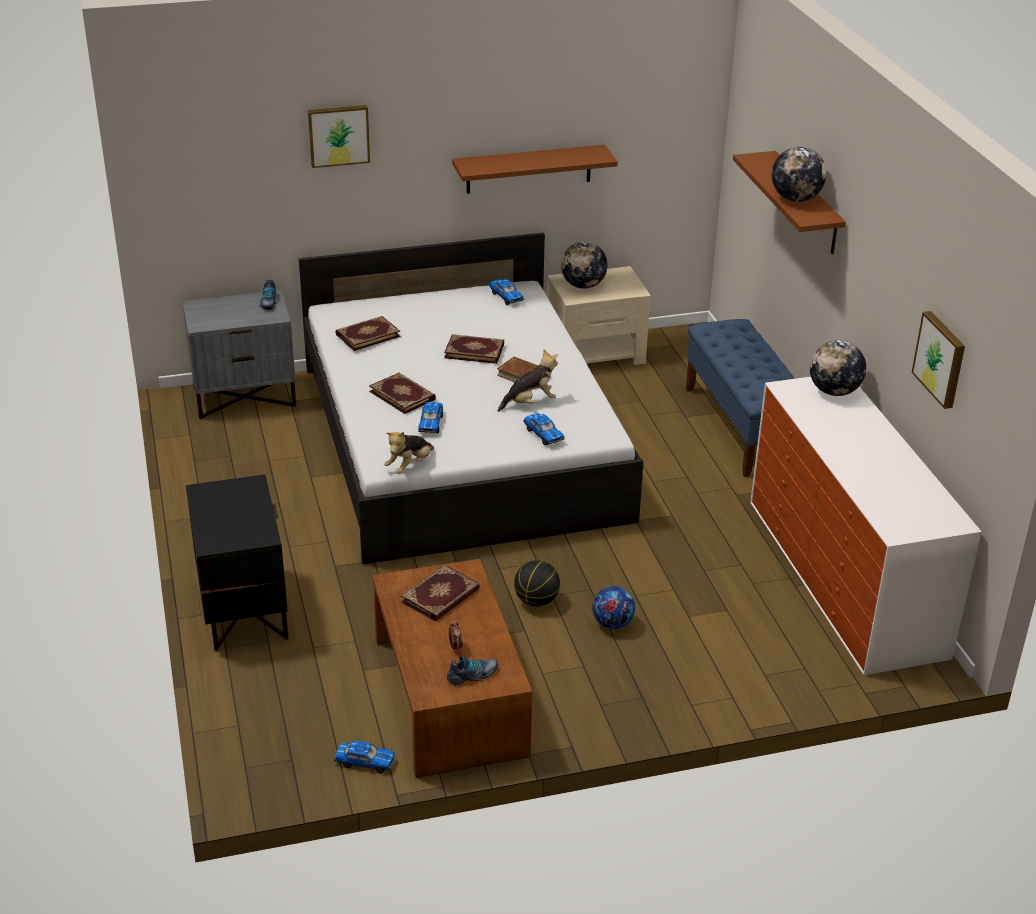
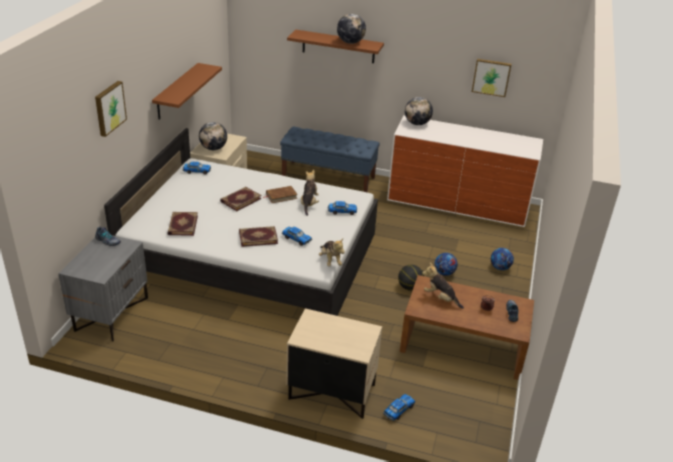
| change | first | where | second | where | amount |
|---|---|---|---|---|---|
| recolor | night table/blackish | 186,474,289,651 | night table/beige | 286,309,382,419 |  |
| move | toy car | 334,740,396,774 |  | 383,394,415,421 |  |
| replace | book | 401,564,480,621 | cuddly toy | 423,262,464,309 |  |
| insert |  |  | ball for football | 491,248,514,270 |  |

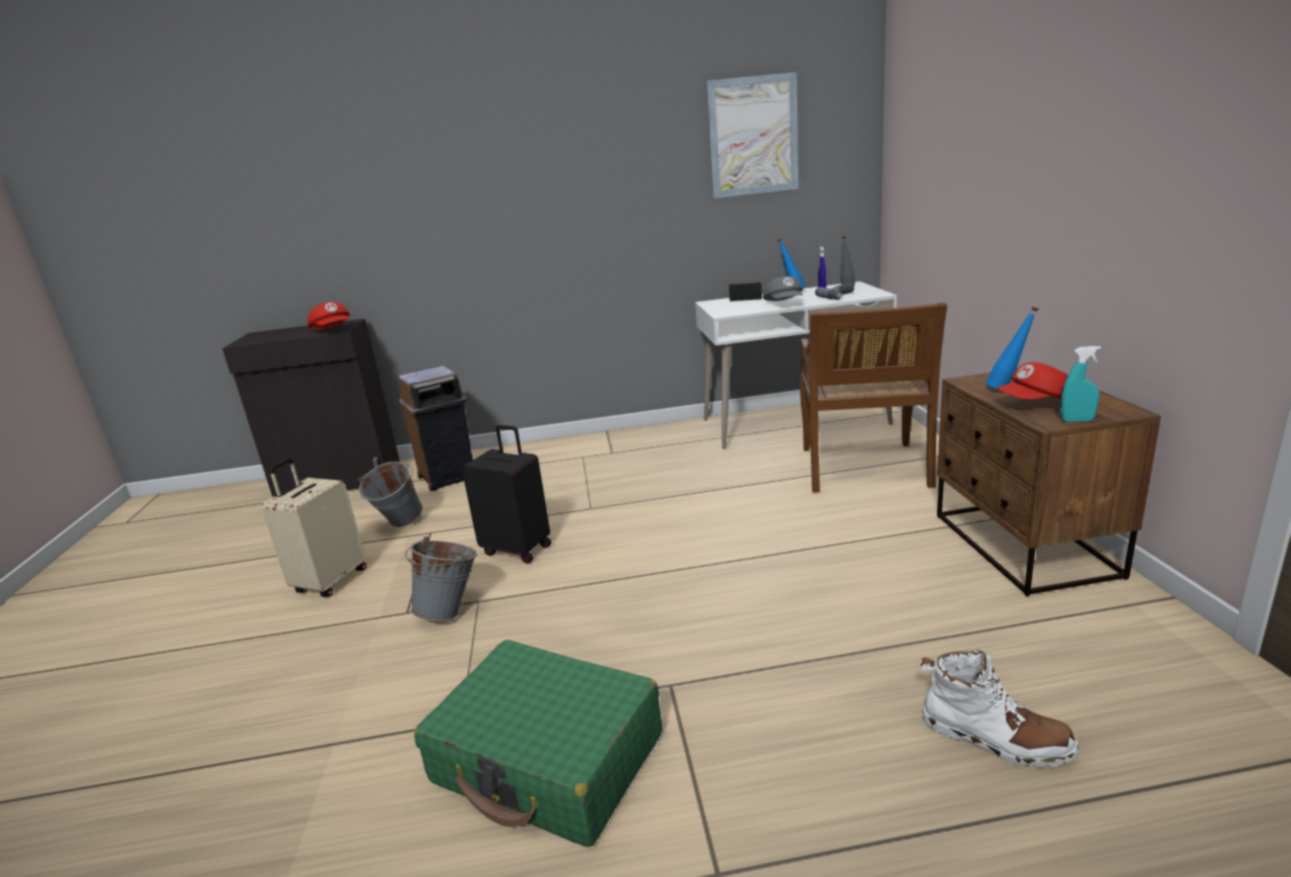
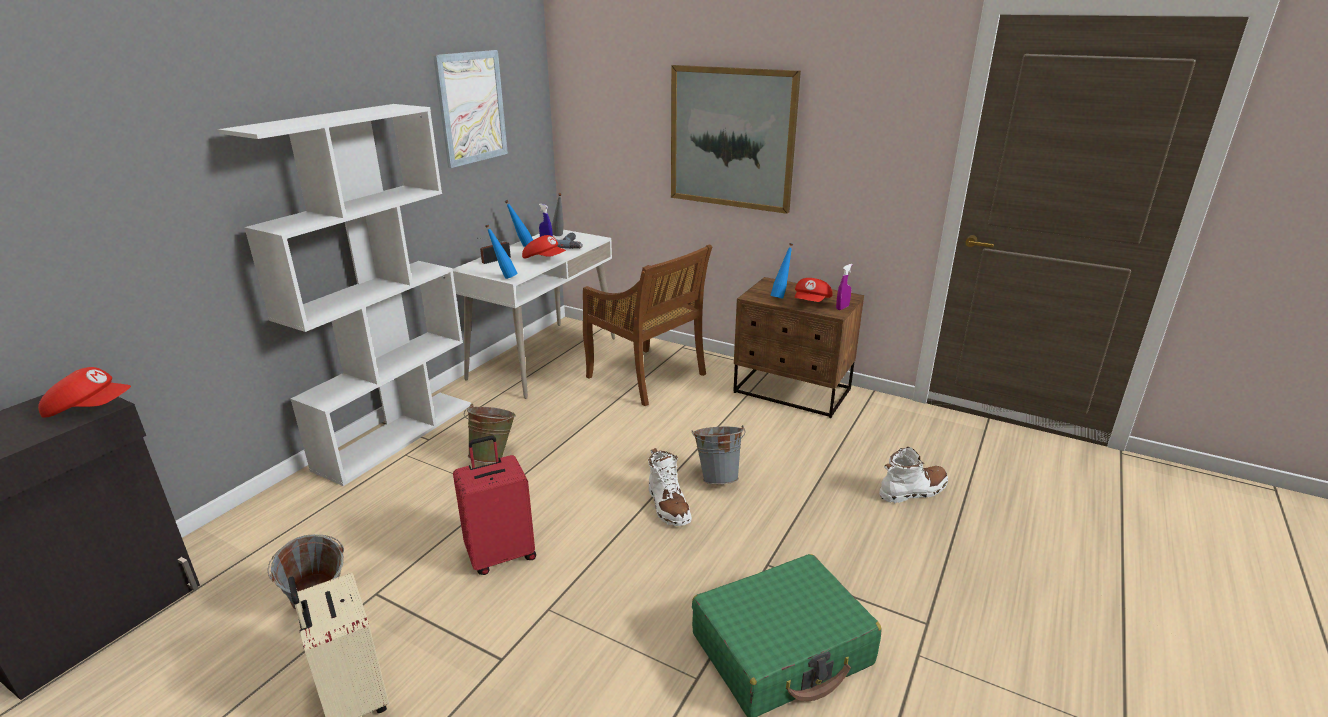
| change | first | where | second | where | amount |
|---|---|---|---|---|---|
| delete | rubbish bin/brown | 397,366,473,491 |  |  |  |
| move | pail/greyish | 405,536,477,621 |  | 692,425,746,484 |  |
| recolor | suitcase/blackish | 462,425,551,564 | suitcase/red | 453,435,536,575 |  |
| recolor | baseball cap/greyish | 763,276,803,301 | baseball cap/red | 522,235,566,259 |  |
| recolor | sprayer/turquoise-coloured | 1060,346,1101,422 | sprayer/purplish | 836,264,853,310 |  |
| insert |  |  | bookcase/white | 218,104,471,486 |  |
| insert |  |  | pail/green | 464,404,516,463 |  |
| insert |  |  | bottle/blue | 485,224,517,279 |  |
| insert |  |  | boot/white | 648,448,692,526 |  |
| insert |  |  | wall art | 671,65,801,214 |  |

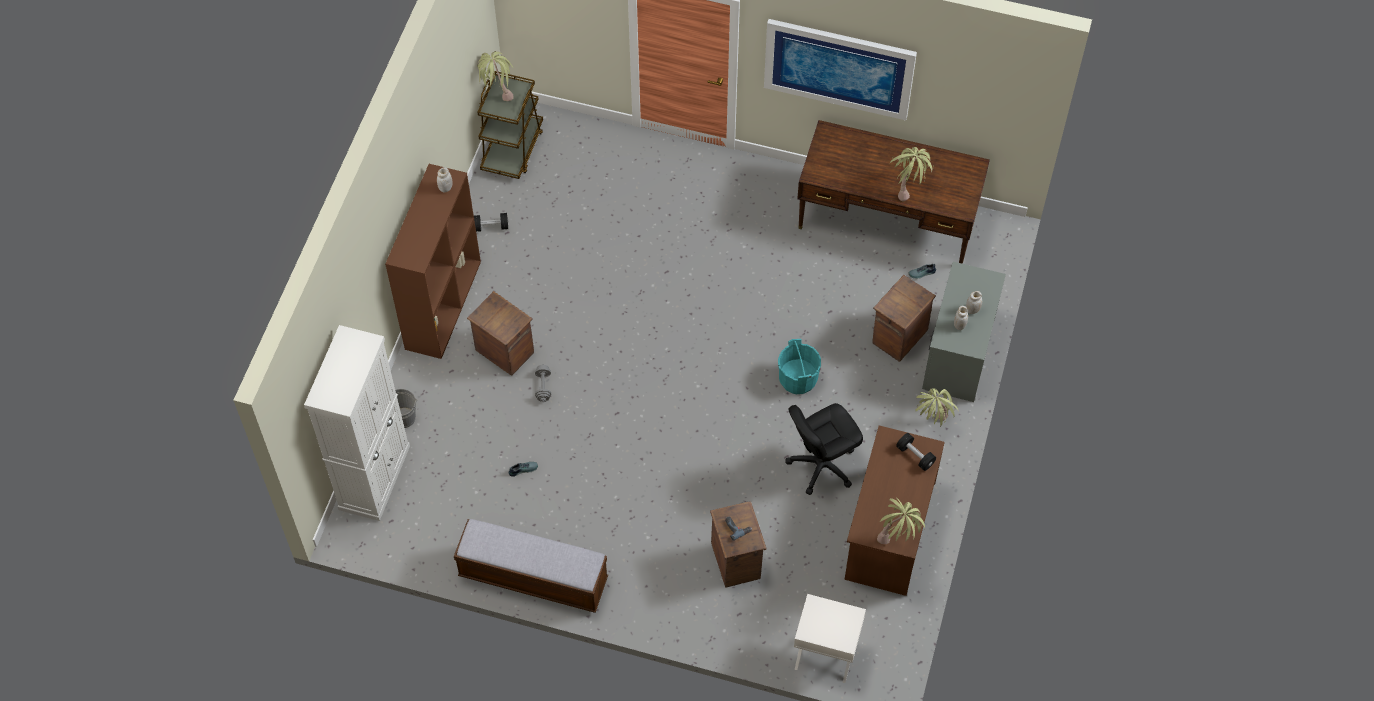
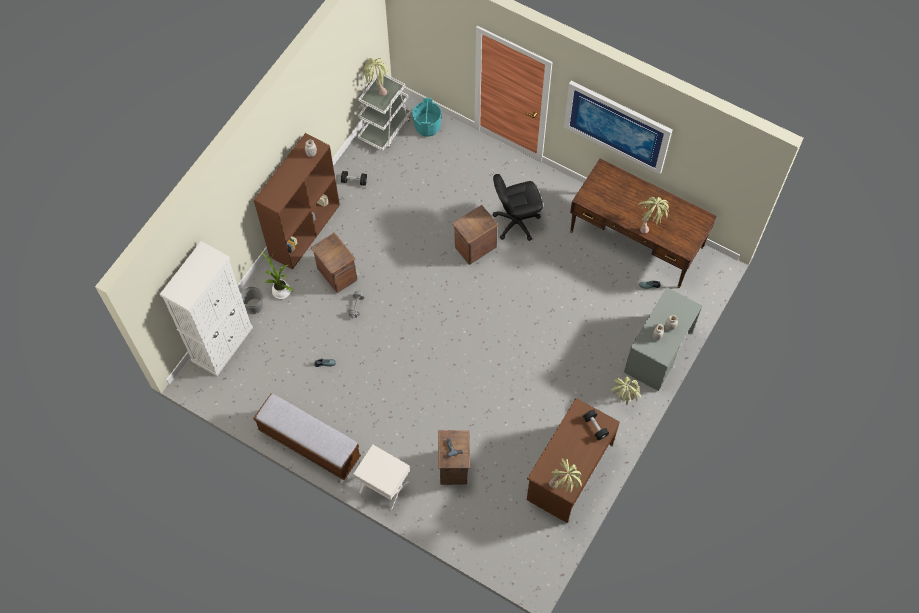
| change | first | where | second | where | amount |
|---|---|---|---|---|---|
| recolor | wheeled cart/brown | 477,71,543,179 | wheeled cart/white | 358,73,412,151 |  |
| move | pail/turquoise-coloured | 778,339,821,394 |  | 412,98,442,137 |  |
| move | desk chair/blackish | 785,403,863,495 |  | 493,174,543,241 |  |
| move | night table/white | 794,594,866,683 |  | 353,445,410,511 |  |
| move | shipping crate | 872,275,936,362 |  | 452,205,499,265 |  |
| insert |  |  | potted plant | 260,251,293,299 |  |

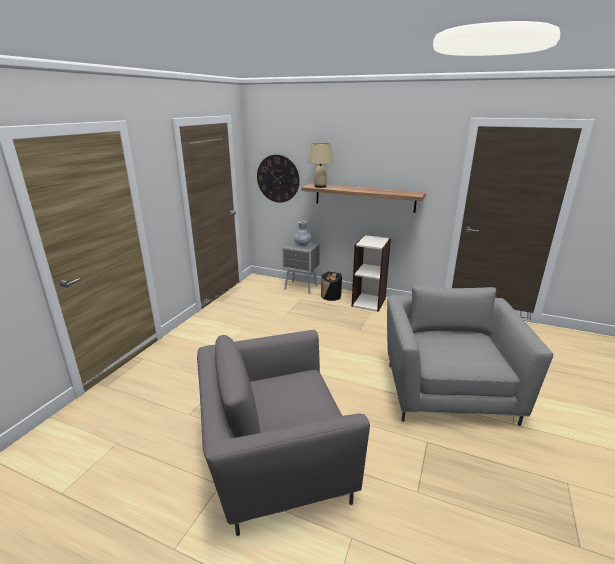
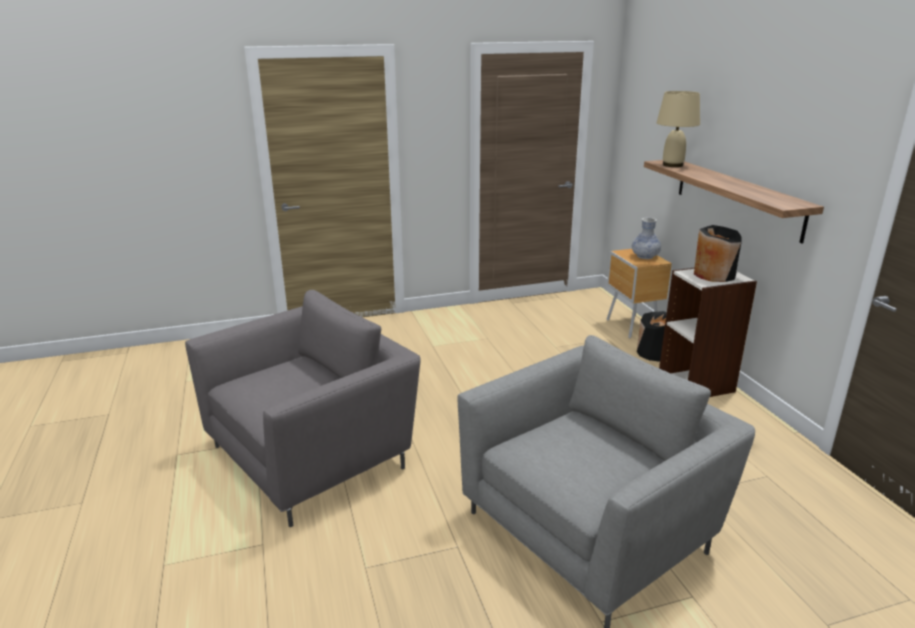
| change | first | where | second | where | amount |
|---|---|---|---|---|---|
| rotate | easy chair/greyish | 197,330,370,536 |  | 185,290,420,527 | 105 degrees clockwise |
| delete | clock on the wall | 257,154,300,203 |  |  |  |
| recolor | night table/greyish | 282,240,320,294 | night table/brown | 607,249,672,338 |  |
| insert |  |  | decorative vase/blackish | 694,225,742,282 |  |

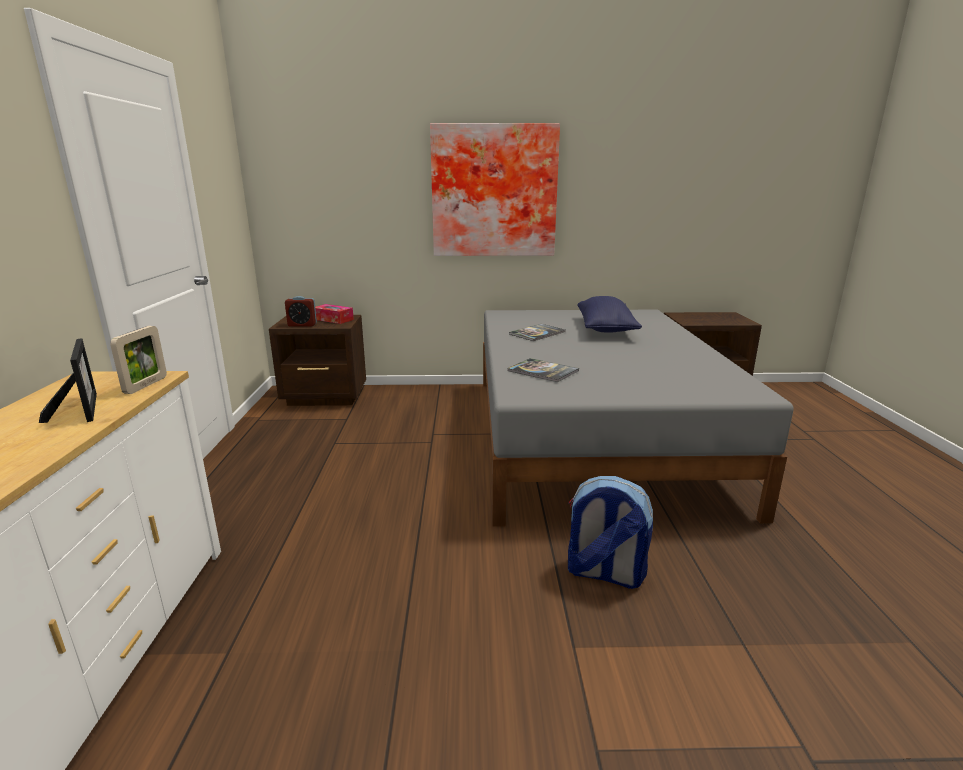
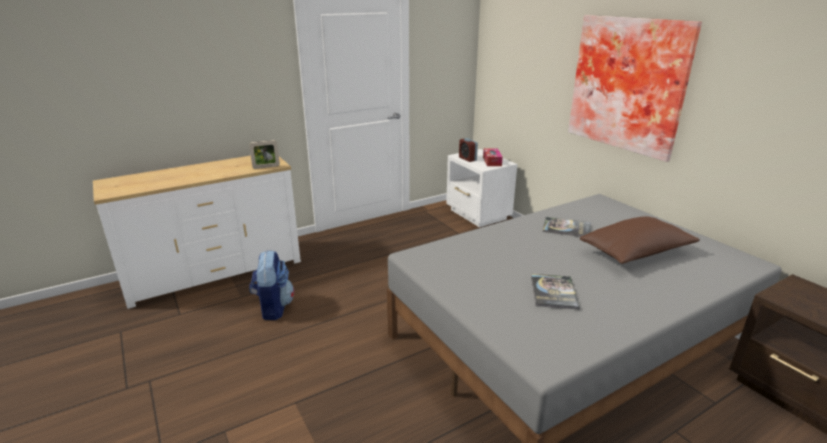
| change | first | where | second | where | amount |
|---|---|---|---|---|---|
| delete | picture frame | 39,338,97,423 |  |  |  |
| recolor | night table/brown | 269,315,366,406 | night table/white | 446,149,517,227 |  |
| move | book | 508,358,579,382 |  | 531,274,580,309 |  |
| move | backpack | 568,476,653,589 |  | 250,251,294,320 |  |
| recolor | throw pillow/blue | 577,296,642,333 | throw pillow/brown | 580,216,700,264 |  |

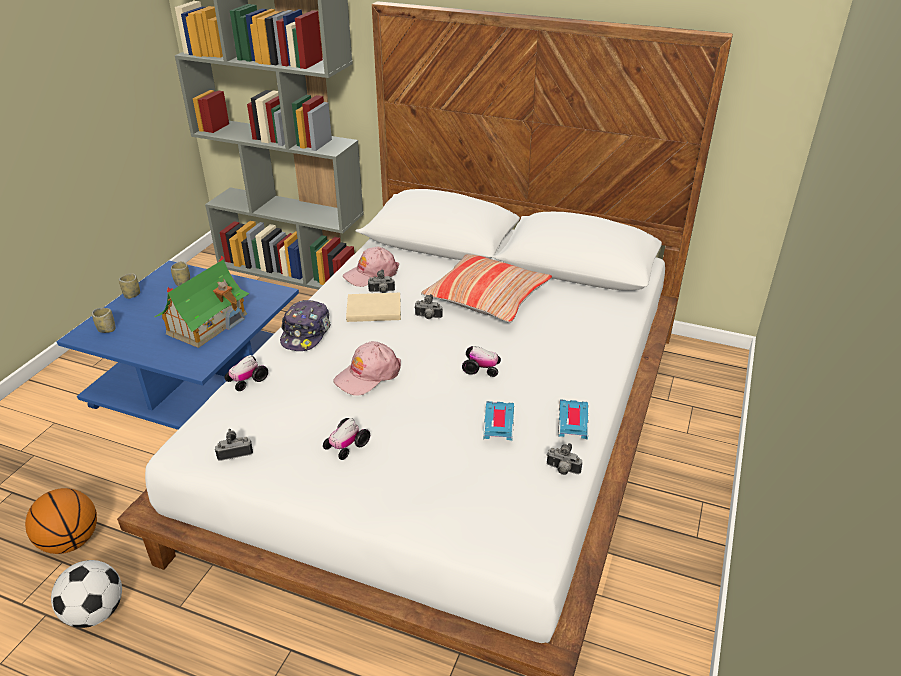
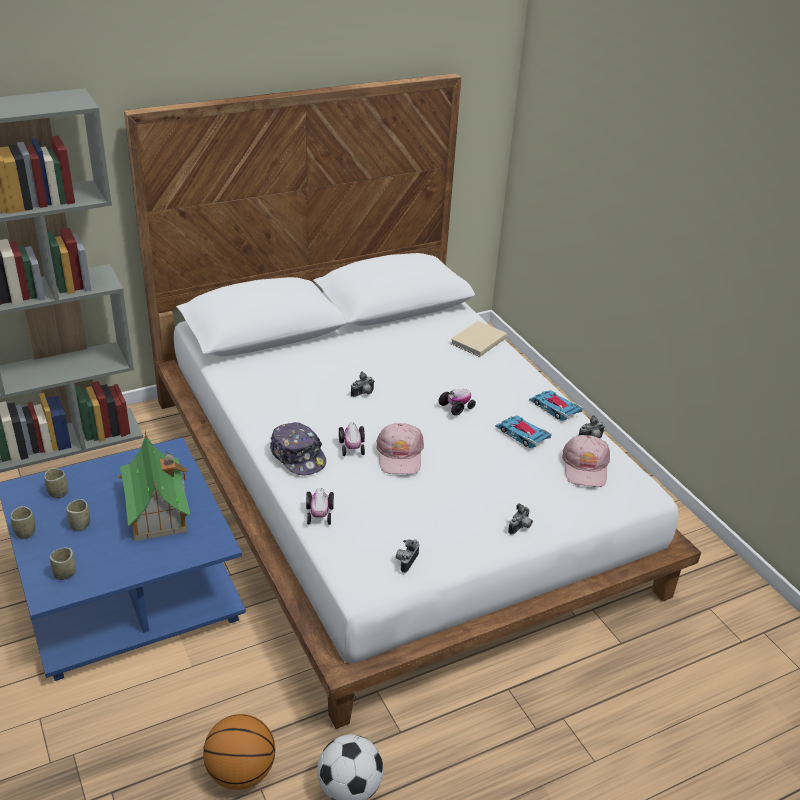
| change | first | where | second | where | amount |
|---|---|---|---|---|---|
| move | toy car | 323,418,370,460 |  | 339,422,365,456 |  |
| move | baseball cap/pink | 343,247,399,287 |  | 562,435,610,487 |  |
| move | book/beige | 346,293,401,322 |  | 450,321,507,357 |  |
| move | still camera | 368,270,395,293 |  | 508,503,533,534 |  |
| delete | throw pillow | 421,254,552,323 |  |  |  |
| insert |  |  | cup | 66,499,90,531 |  |

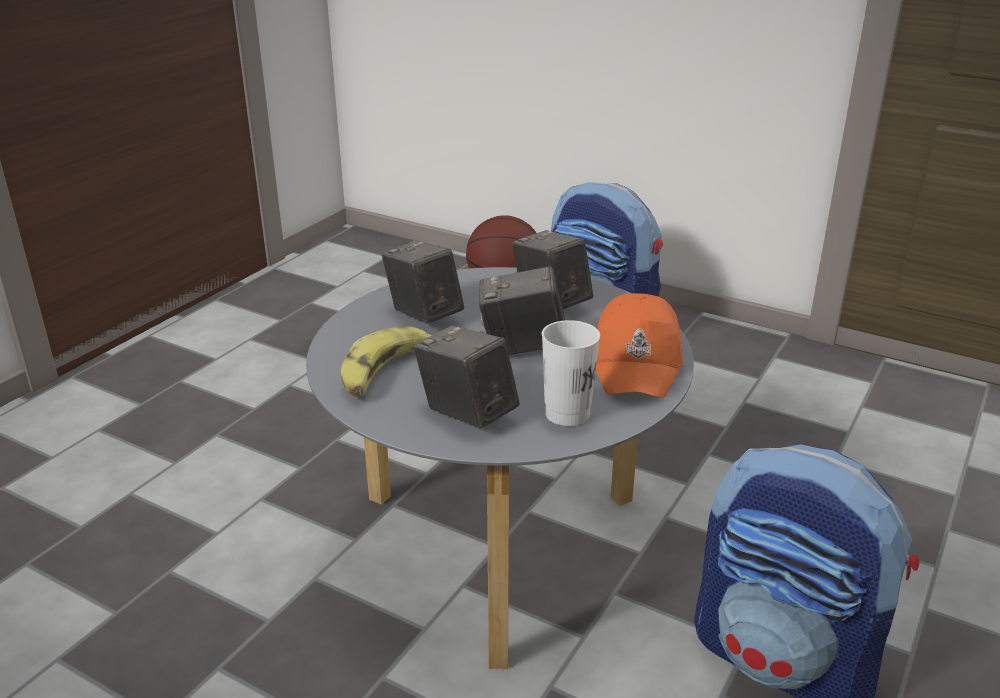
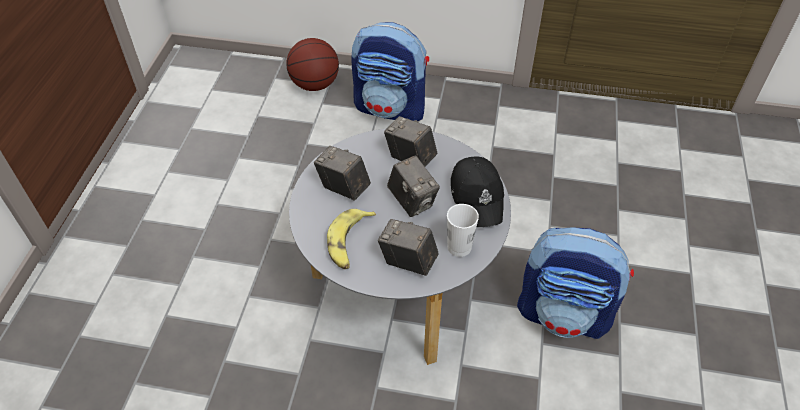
| change | first | where | second | where | amount |
|---|---|---|---|---|---|
| rotate | still camera | 479,266,565,355 |  | 387,156,440,217 | 105 degrees counterclockwise |
| recolor | baseball cap/orange-coloured | 596,293,683,398 | baseball cap/blackish | 451,157,504,227 |  |

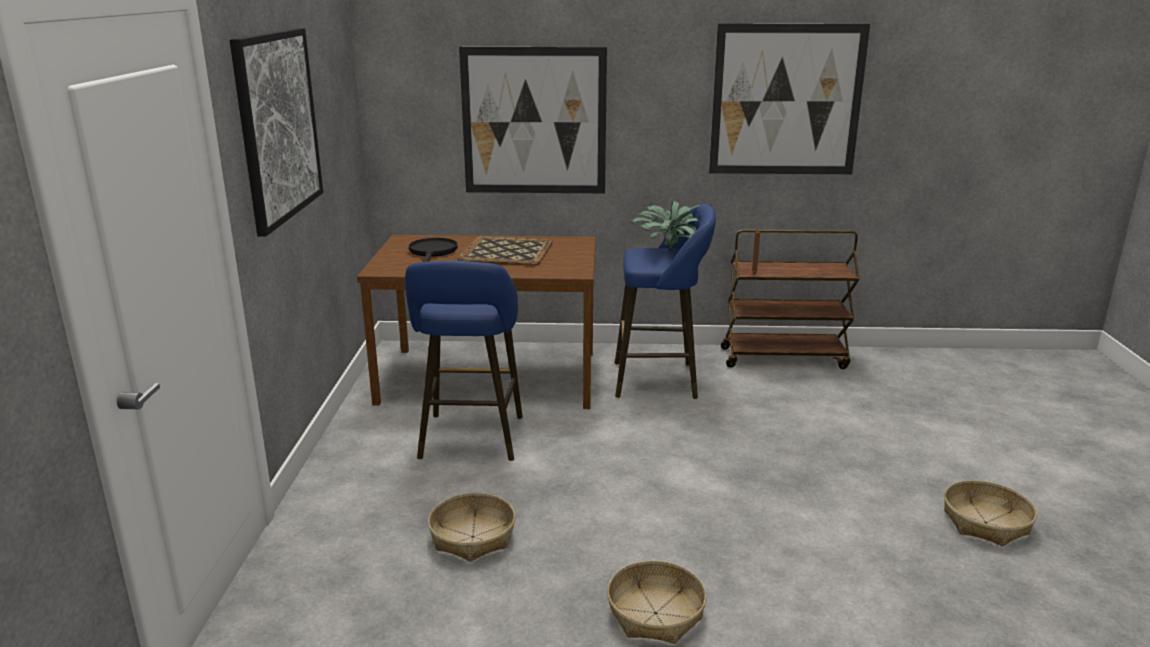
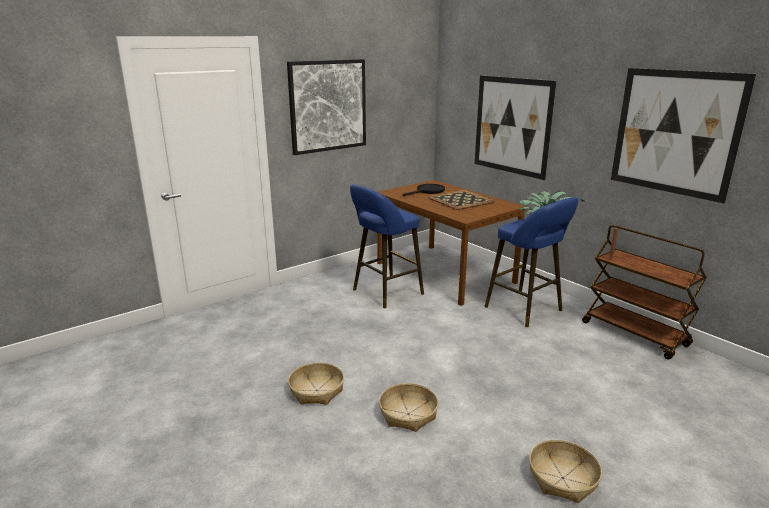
| change | first | where | second | where | amount |
|---|---|---|---|---|---|
| move | storage basket | 428,493,515,562 |  | 379,383,438,432 |  |

